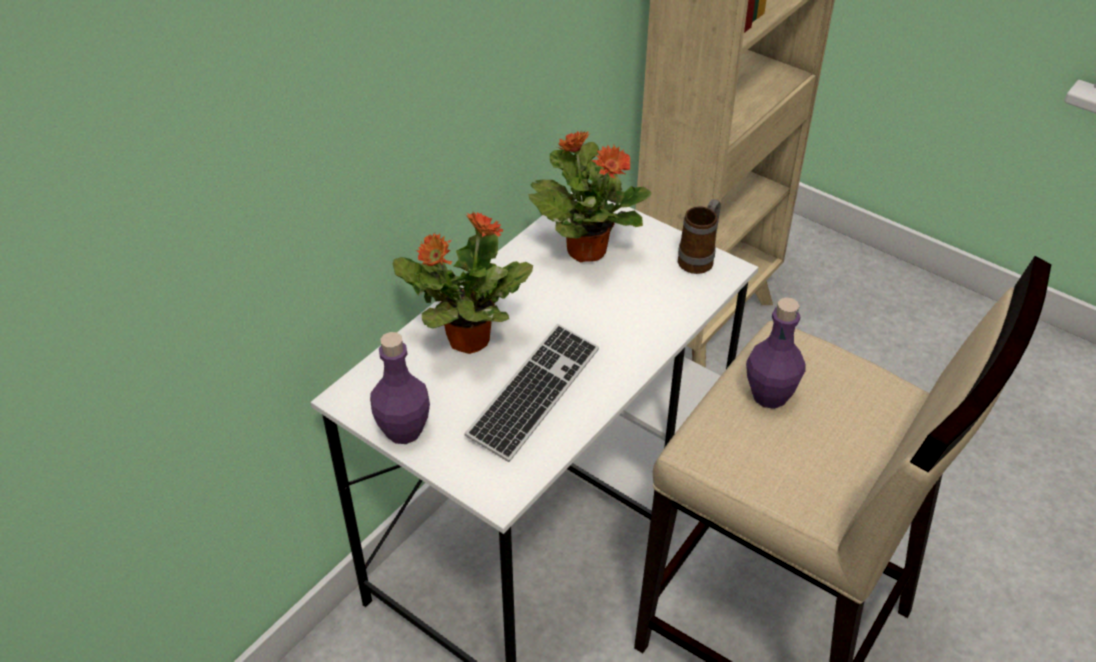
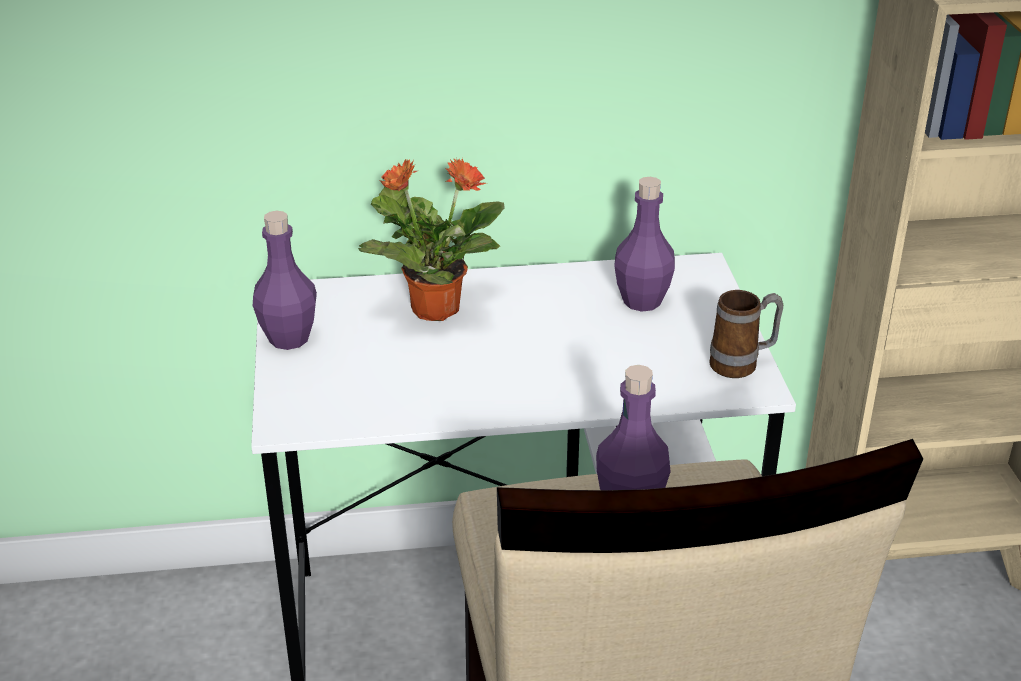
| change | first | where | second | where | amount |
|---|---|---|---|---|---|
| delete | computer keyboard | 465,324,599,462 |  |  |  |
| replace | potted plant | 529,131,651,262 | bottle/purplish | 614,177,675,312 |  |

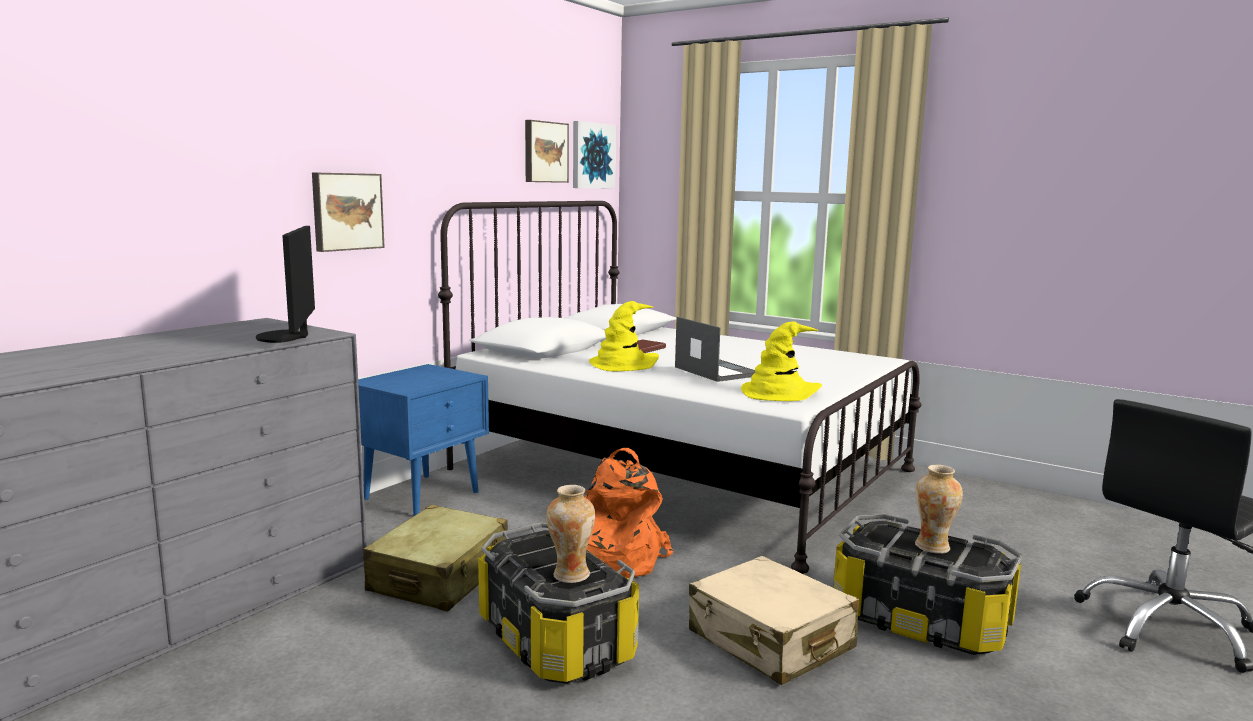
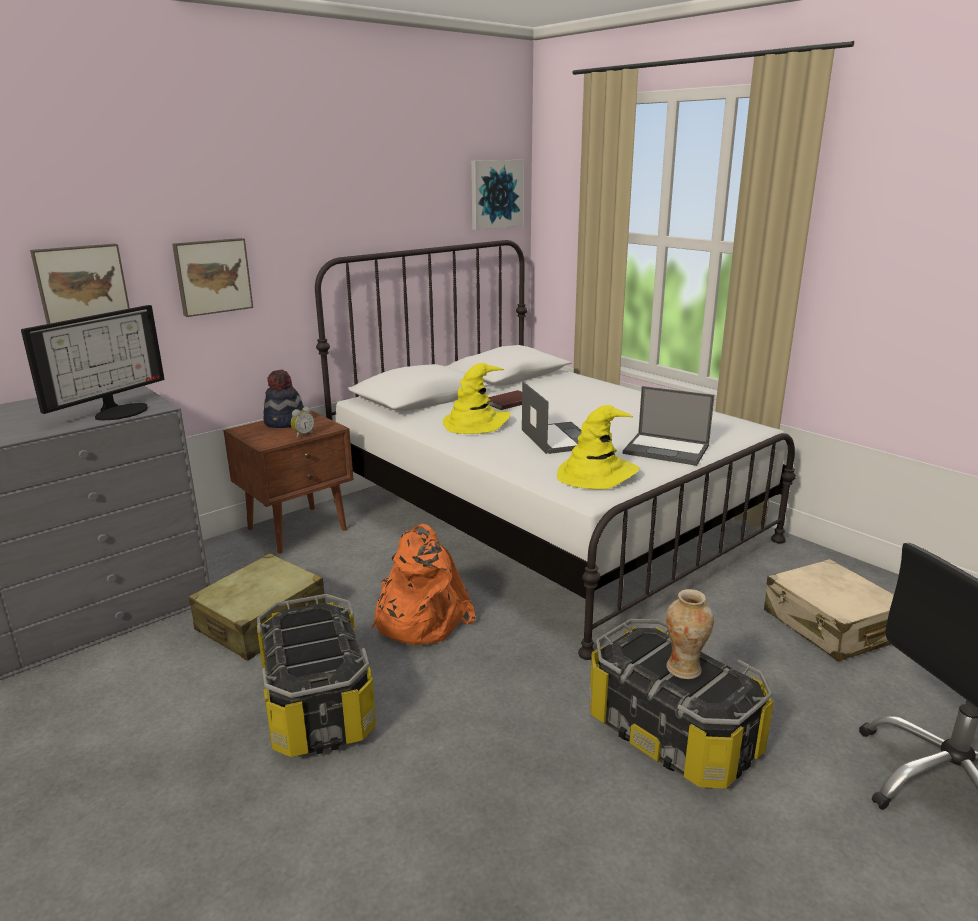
| change | first | where | second | where | amount |
|---|---|---|---|---|---|
| rotate | monitor | 256,226,315,343 |  | 21,305,164,420 | 150 degrees counterclockwise |
| recolor | night table/blue | 358,364,489,516 | night table/brown | 223,410,353,554 |  |
| move | wall art | 525,120,569,183 |  | 30,244,130,324 |  |
| delete | decorative vase | 546,485,595,583 |  |  |  |
| move | suitcase/beige | 689,556,859,685 |  | 764,559,894,661 |  |
| insert |  |  | clothing hat | 263,370,304,428 |  |
| insert |  |  | table clock | 291,407,314,438 |  |
| insert |  |  | portable computer | 623,386,714,466 |  |

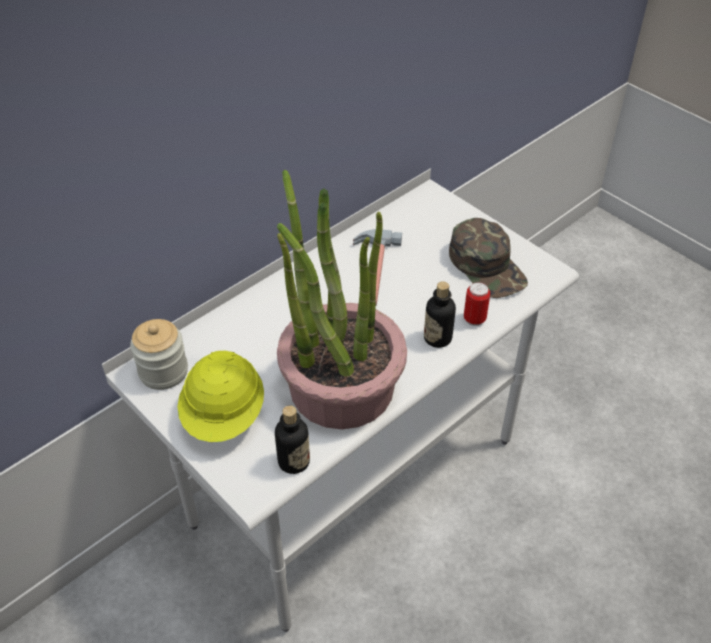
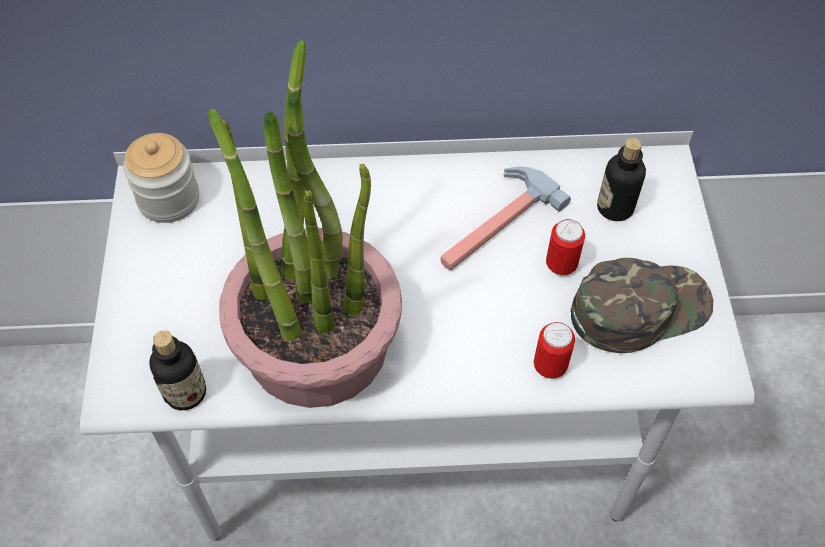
| change | first | where | second | where | amount |
|---|---|---|---|---|---|
| delete | safety helmet/yellow | 177,351,264,442 |  |  |  |
| move | bottle | 424,281,456,348 |  | 597,138,646,221 |  |
| rotate | baseball cap/green | 449,218,528,298 |  | 571,258,713,353 | 120 degrees counterclockwise |
| insert |  |  | can | 546,219,585,276 |  |

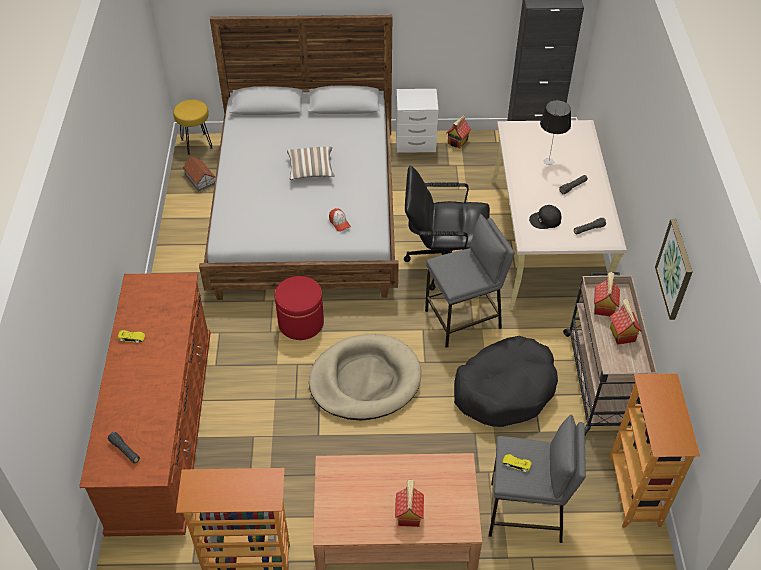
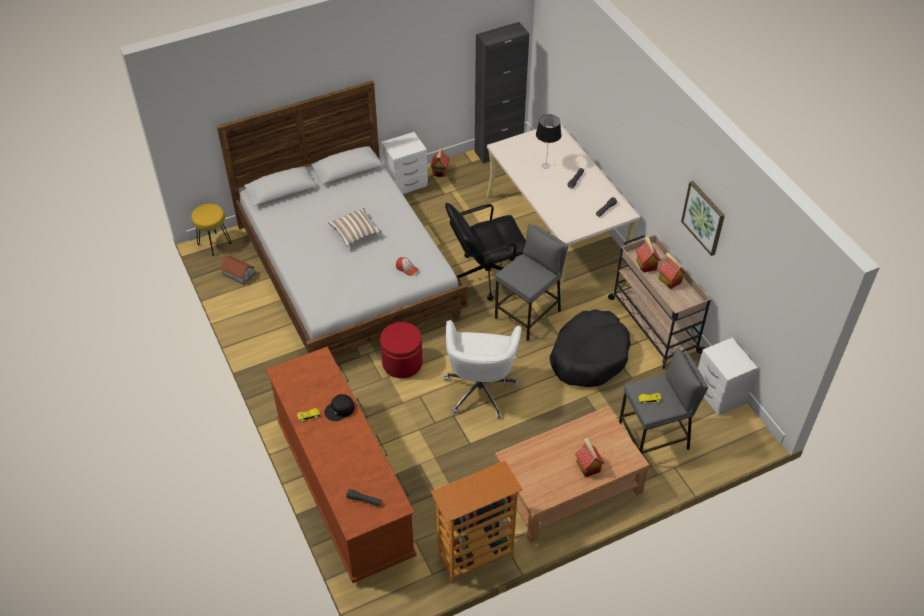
| change | first | where | second | where | amount |
|---|---|---|---|---|---|
| replace | pet bed/beige | 309,334,421,421 | desk chair/white | 444,320,521,419 |  |
| move | baseball cap/blackish | 529,205,562,229 |  | 324,394,355,421 |  |
| replace | bookcase | 609,373,700,528 | night table/white | 698,338,758,415 |  |

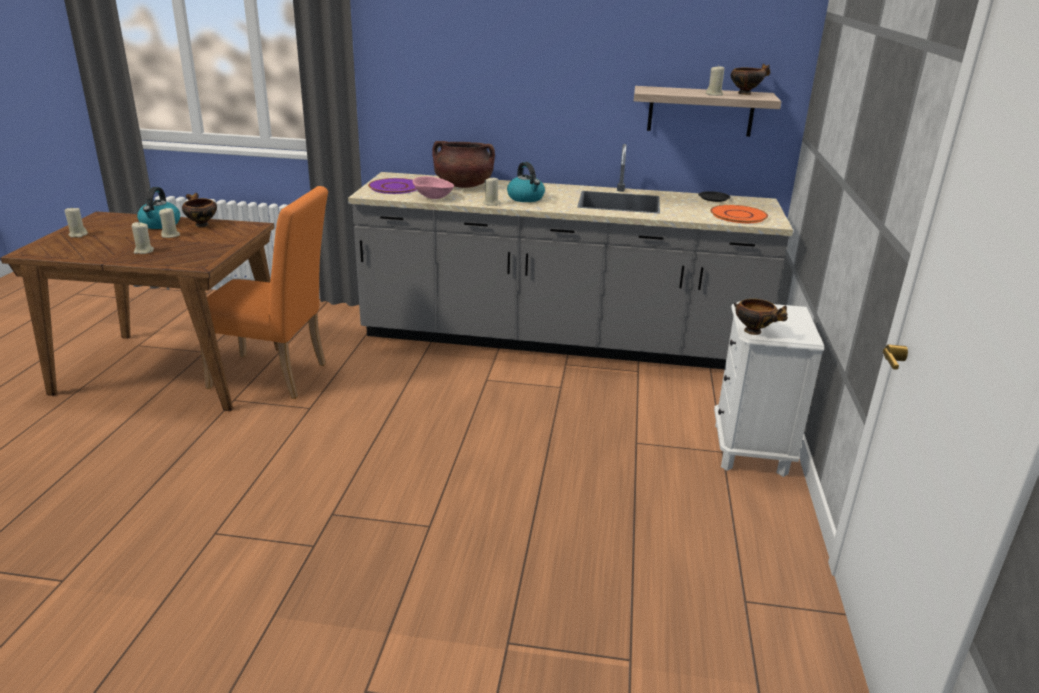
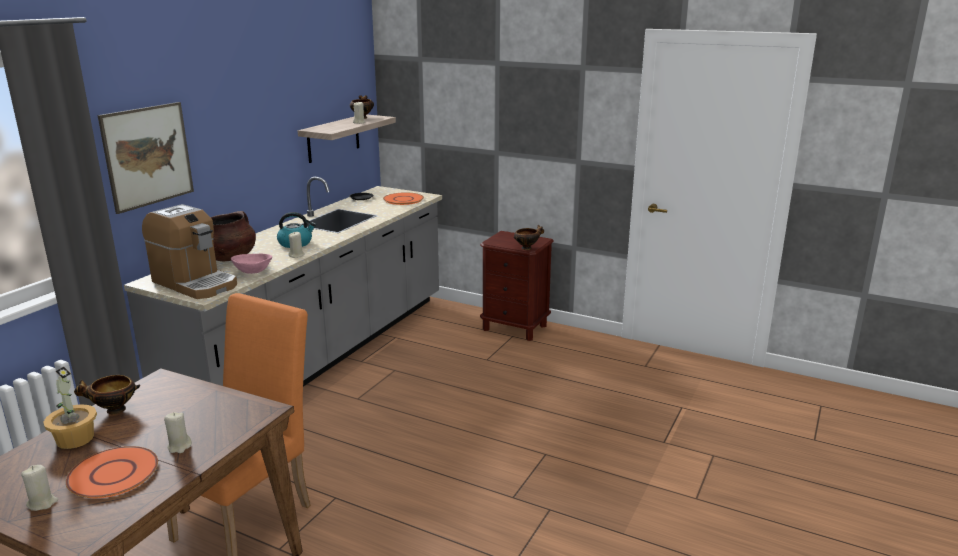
| change | first | where | second | where | amount |
|---|---|---|---|---|---|
| replace | water kettle | 137,187,180,229 | potted plant | 43,367,97,449 |  |
| delete | candle/beige | 159,207,180,238 |  |  |  |
| replace | plate/purplish | 368,178,417,194 | coffee brewer | 142,204,237,299 |  |
| recolor | night table/white | 714,301,824,477 | night table/brown | 480,231,554,341 |  |
| insert |  |  | plate/orange-coloured | 66,446,158,498 |  |
| insert |  |  | wall art | 98,102,194,214 |  |

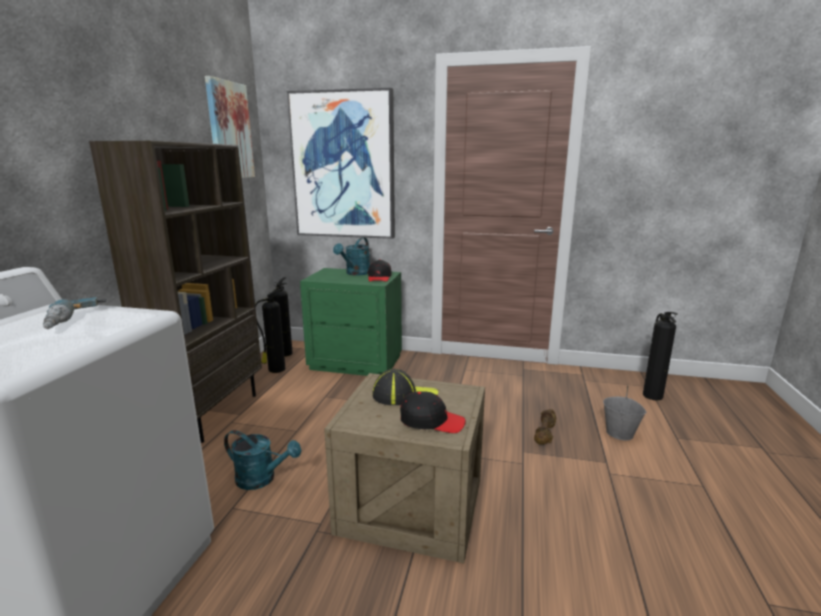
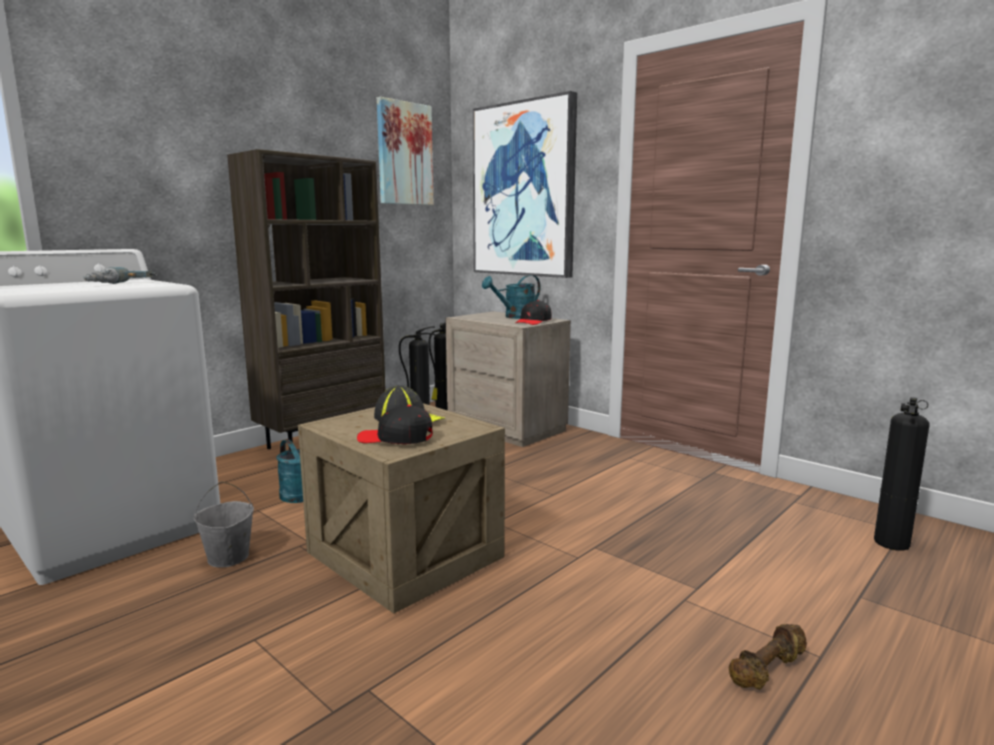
| change | first | where | second | where | amount |
|---|---|---|---|---|---|
| recolor | night table/green | 300,268,402,376 | night table/beige | 446,311,571,447 |  |
| rotate | baseball cap/blackish | 400,391,466,433 |  | 357,405,433,444 | 150 degrees clockwise |
| move | free weight/brown | 534,409,556,445 |  | 729,624,807,690 |  |
| move | pail/greyish | 603,385,646,441 |  | 194,482,254,567 |  |

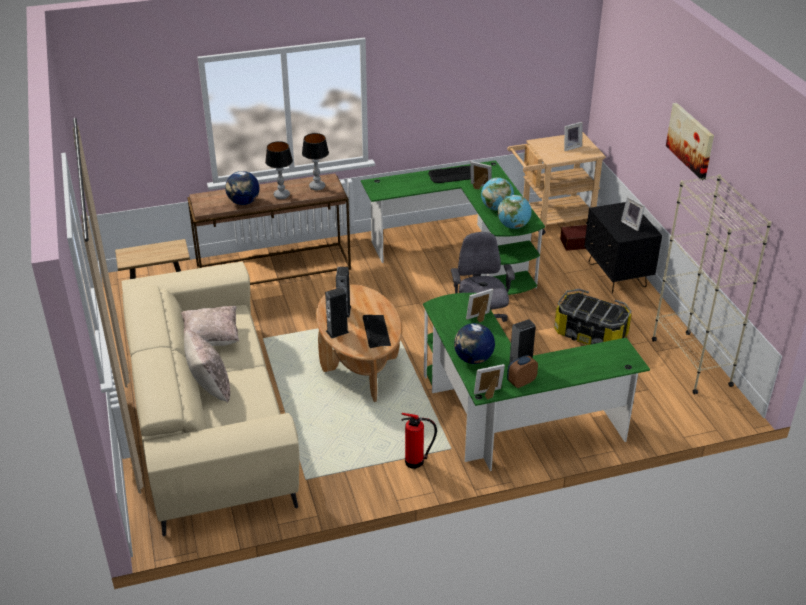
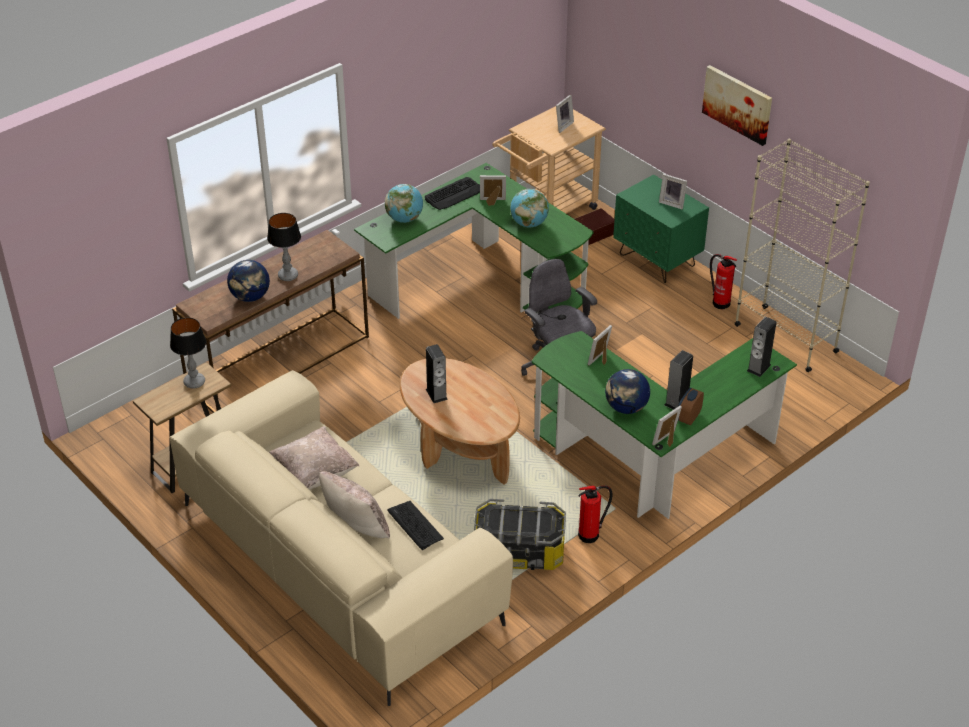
| change | first | where | second | where | amount |
|---|---|---|---|---|---|
| move | tabletop lamp | 302,133,329,190 |  | 170,318,206,388 |  |
| move | loudspeaker | 325,287,349,339 |  | 747,317,776,377 |  |
| move | computer keyboard | 363,315,391,348 |  | 388,501,444,550 |  |
| move | world globe | 497,195,532,229 |  | 385,184,423,223 |  |
| move | storage bin | 554,289,632,345 |  | 474,499,566,570 |  |
| recolor | night table/blackish | 584,202,662,293 | night table/green | 613,174,709,283 |  |
| insert |  |  | extinguisher | 710,254,737,309 |  |

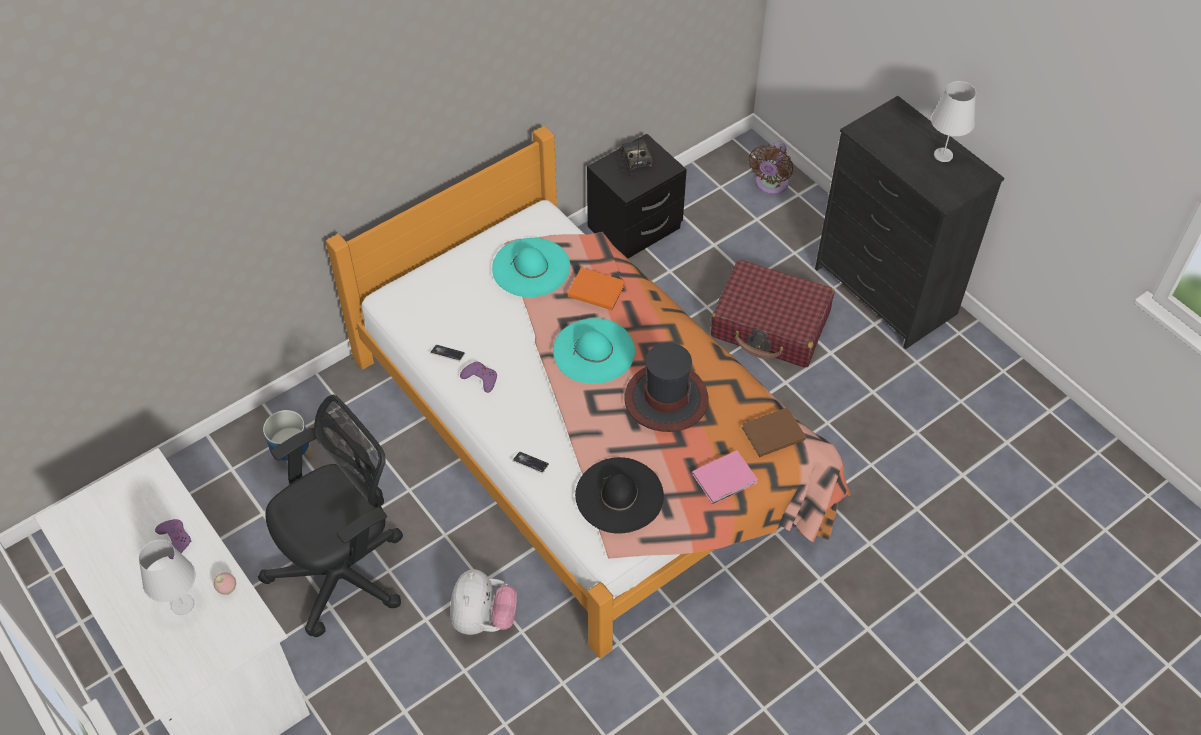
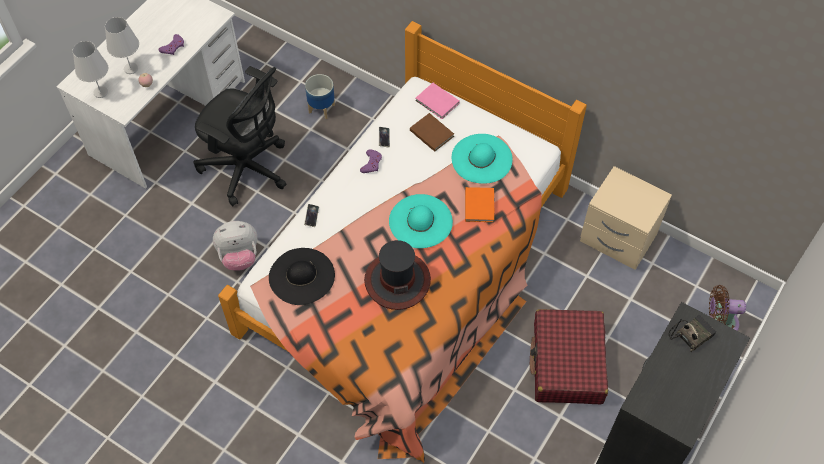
| change | first | where | second | where | amount |
|---|---|---|---|---|---|
| recolor | night table/blackish | 587,134,687,259 | night table/beige | 580,166,672,270 |  |
| move | radio | 621,139,652,176 |  | 669,315,716,352 |  |
| move | book/pink | 692,450,758,505 |  | 415,83,460,119 |  |
| move | book/brown | 742,407,806,457 |  | 410,113,454,152 |  |
| move | tabletop lamp/white | 931,81,976,162 |  | 73,41,108,98 |  |

